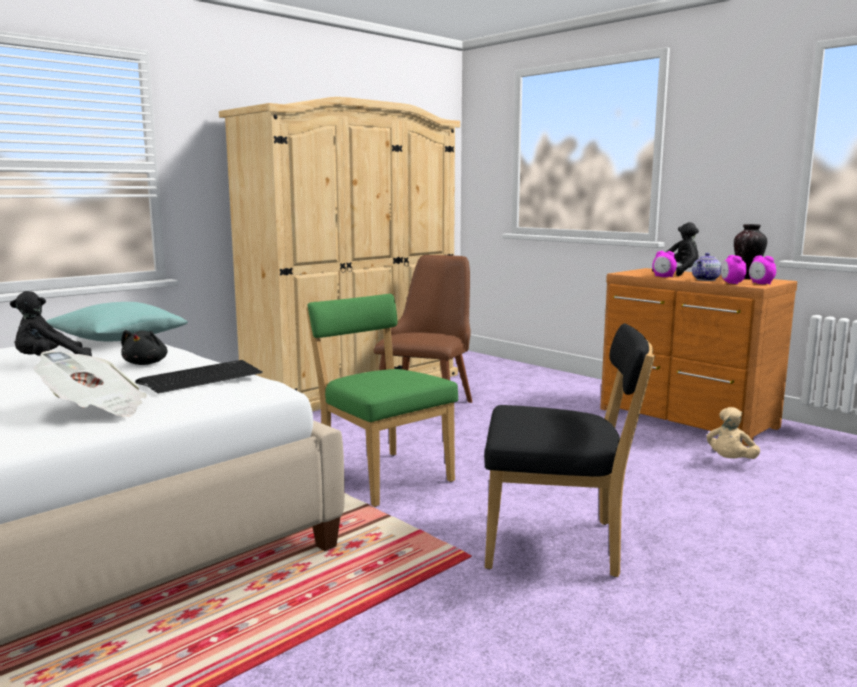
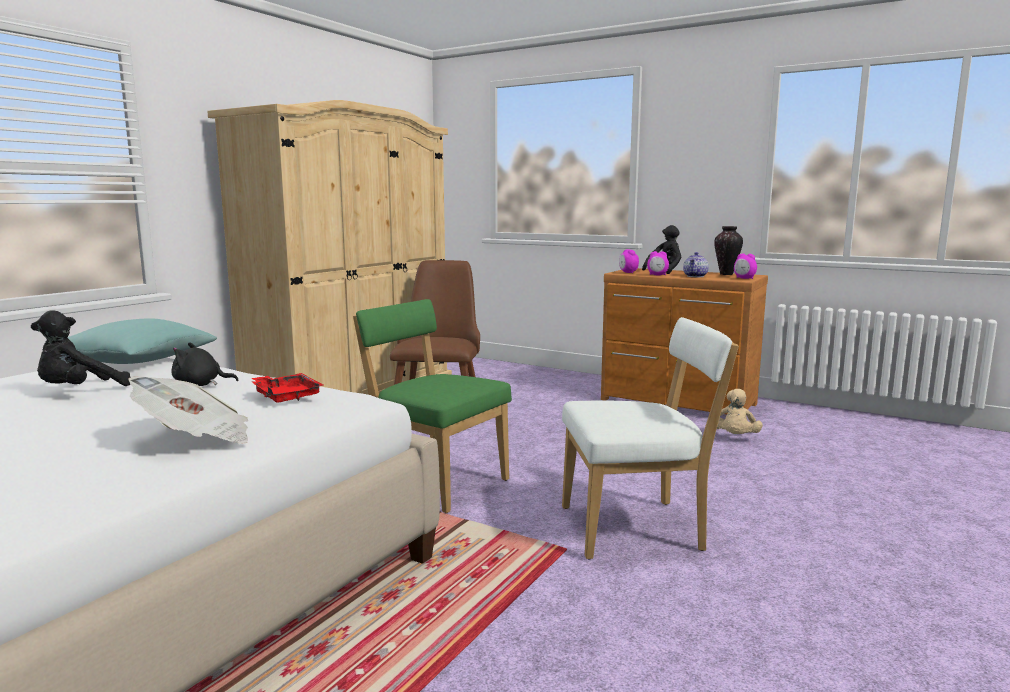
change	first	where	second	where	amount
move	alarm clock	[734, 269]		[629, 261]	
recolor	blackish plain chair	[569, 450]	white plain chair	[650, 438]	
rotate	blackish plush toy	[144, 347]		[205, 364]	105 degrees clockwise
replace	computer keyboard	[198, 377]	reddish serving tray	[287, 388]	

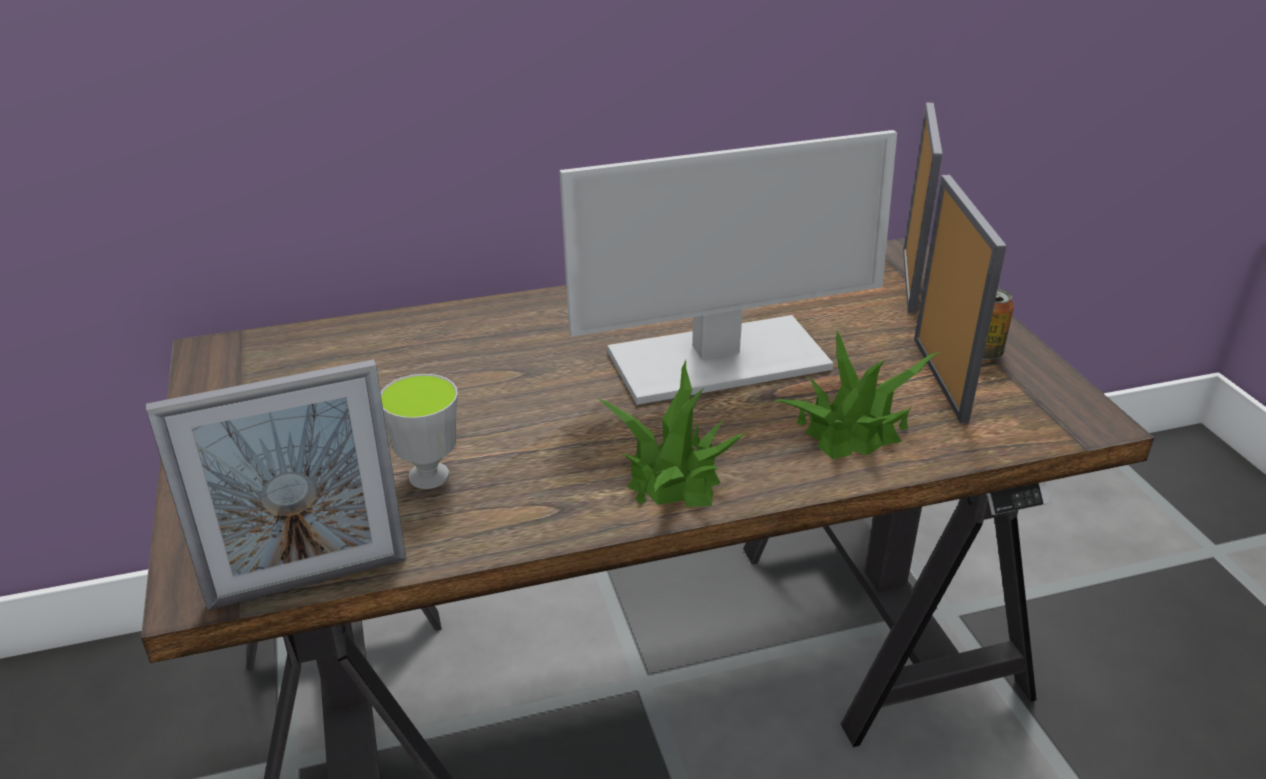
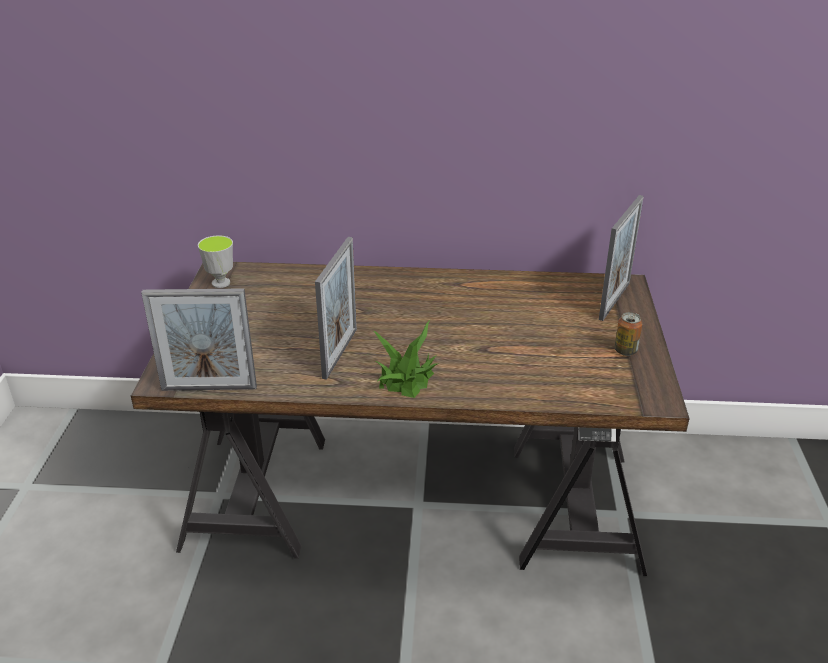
change	first	where	second	where	amount
delete	monitor	[728, 267]			
move	photo frame	[960, 299]		[336, 308]	
delete	houseplant	[856, 395]			
move	cup	[419, 431]		[215, 261]	

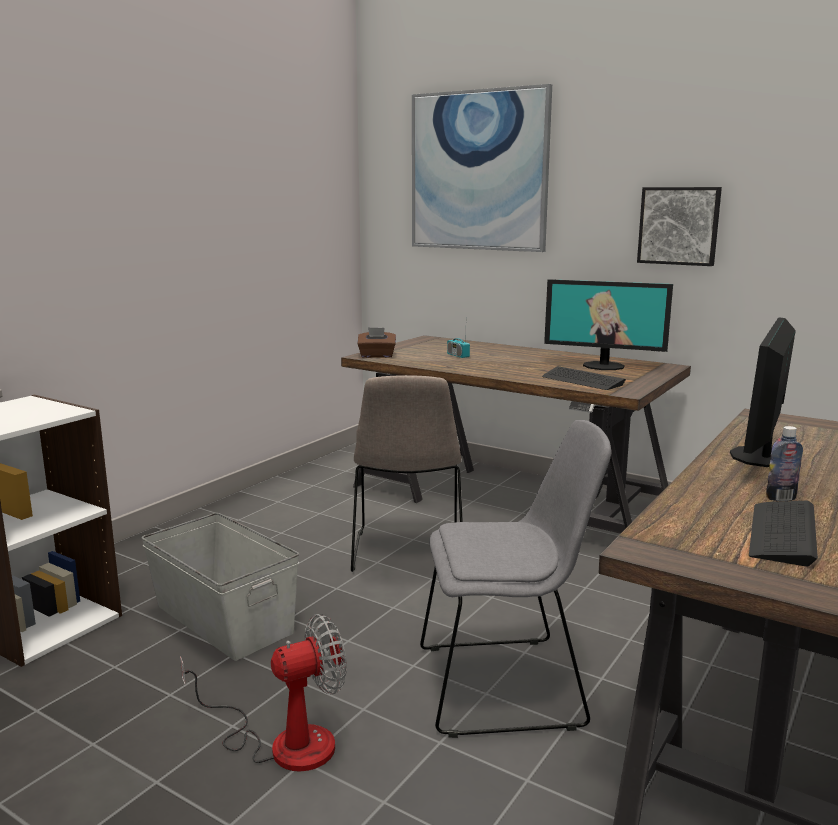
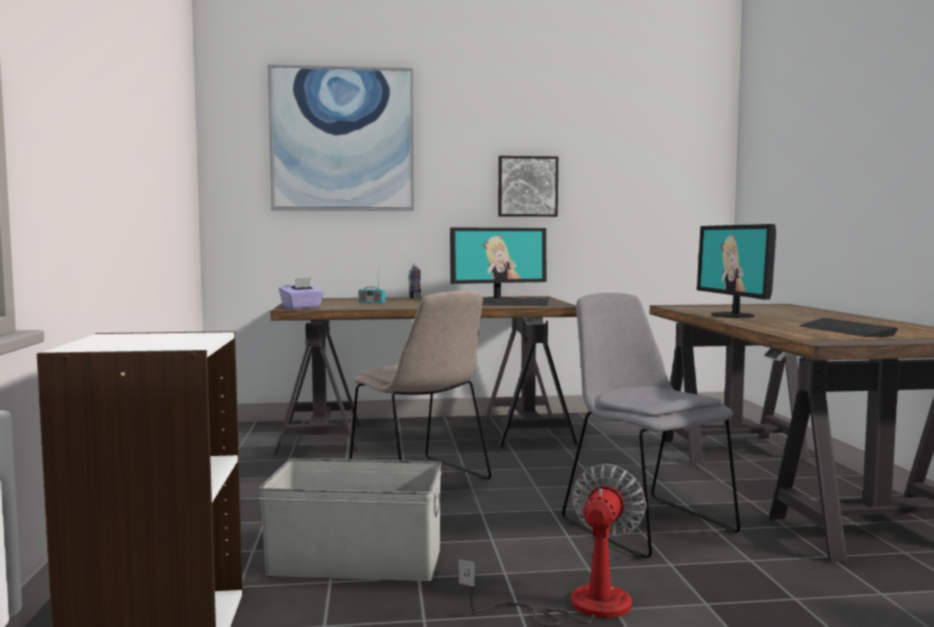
change	first	where	second	where	amount
recolor	brownish tissue holder	[376, 342]	purplish tissue holder	[301, 293]	
rotate	greyish plain chair	[515, 579]		[651, 426]	75 degrees counterclockwise
move	bottle	[784, 463]		[415, 280]	

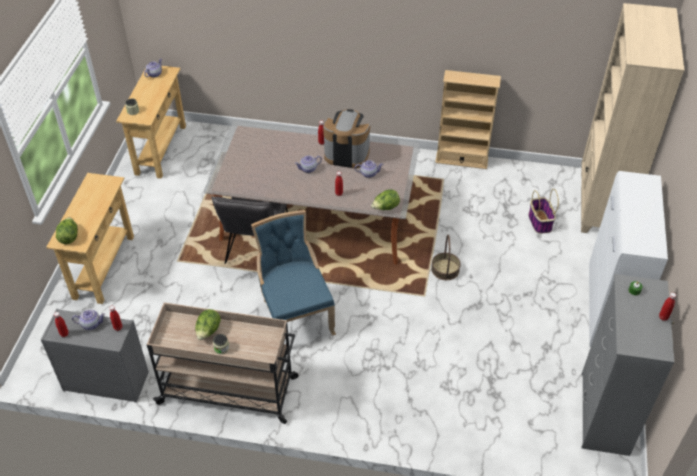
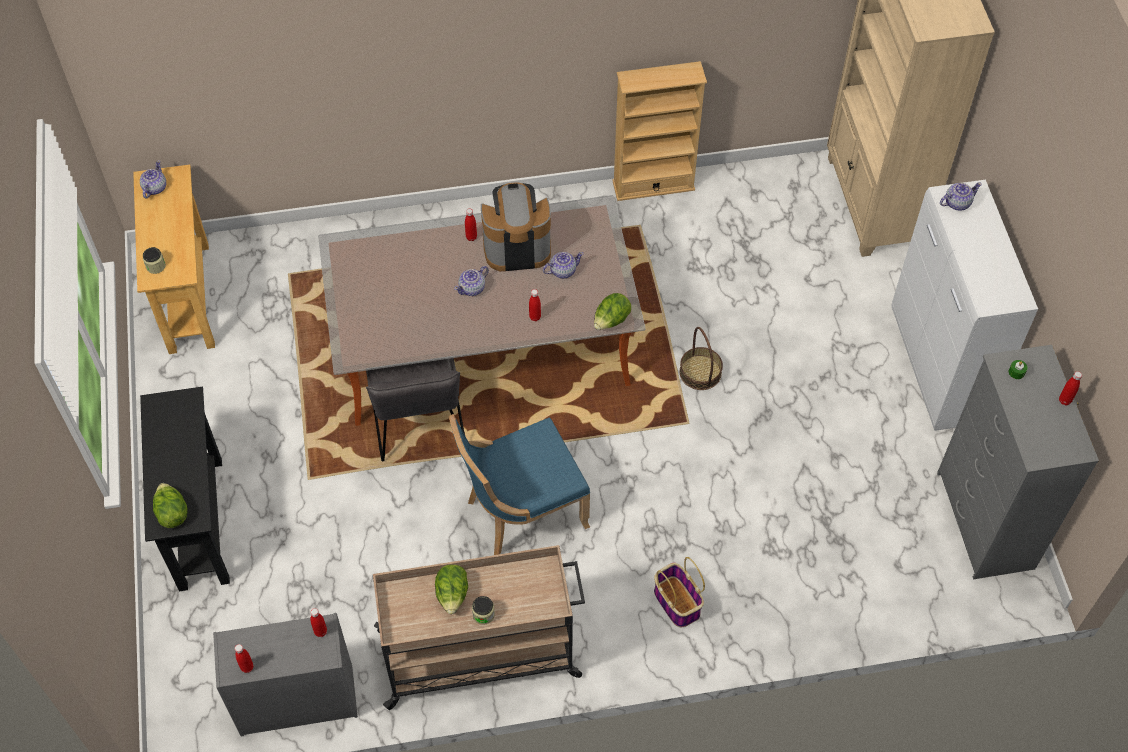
change	first	where	second	where	amount
recolor	sand-coloured narrow table	[90, 238]	blackish narrow table	[185, 489]	
move	basket	[543, 211]		[679, 592]	
rotate	blue plain chair	[293, 273]		[519, 484]	75 degrees counterclockwise
move	tea pot	[88, 320]		[961, 196]	

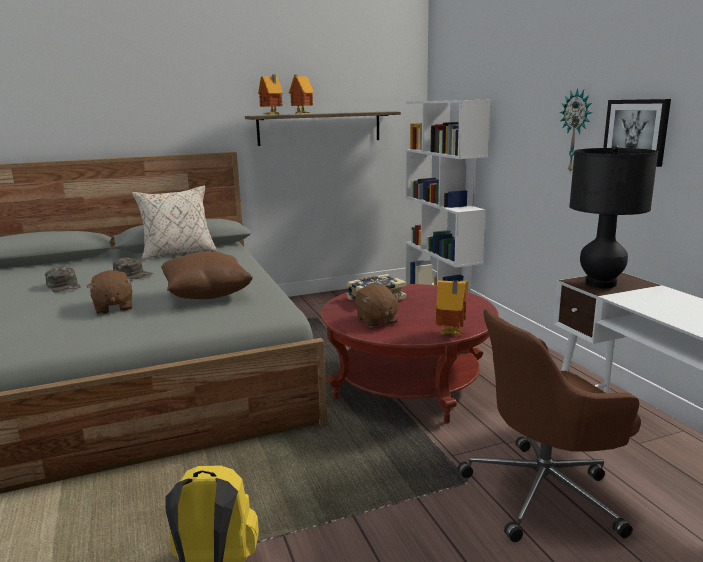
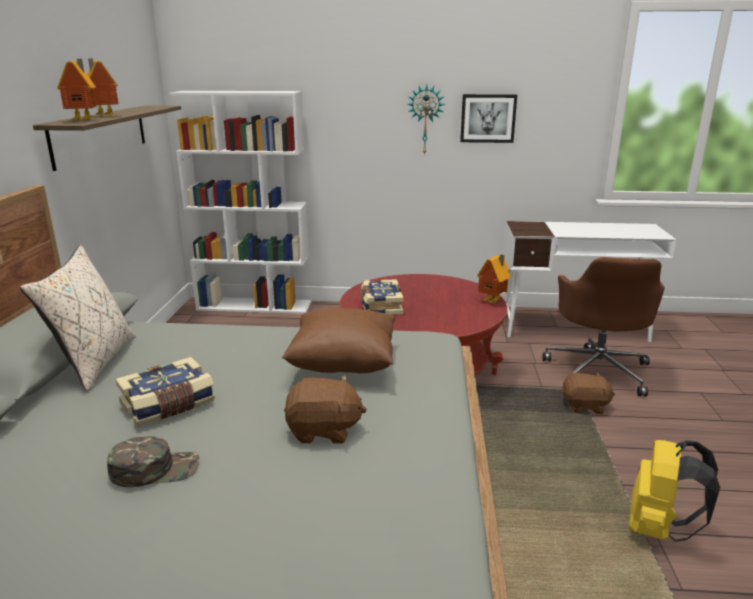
change	first	where	second	where	amount
delete	blackish table lamp	[613, 216]			
replace	green-coloured baseball cap	[133, 268]	volume	[165, 392]	
move	brownish plush toy	[378, 306]		[588, 393]	

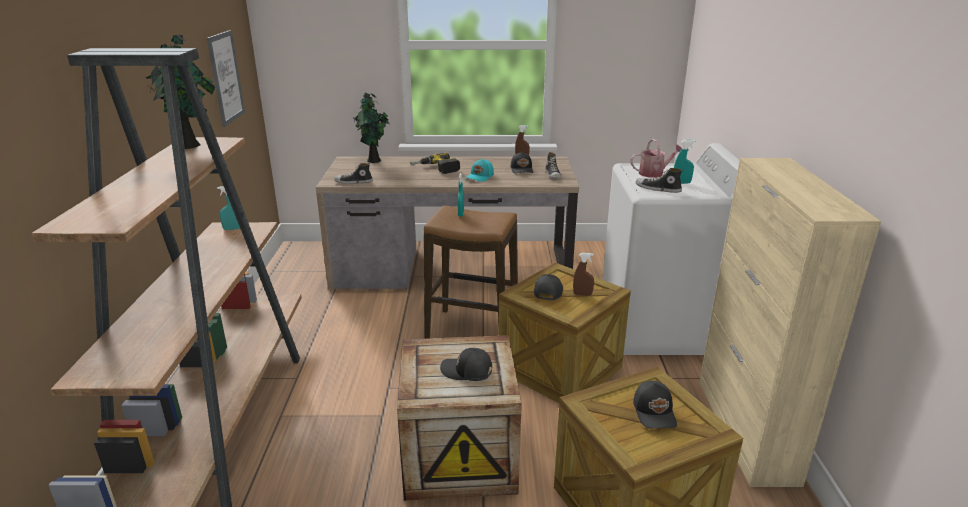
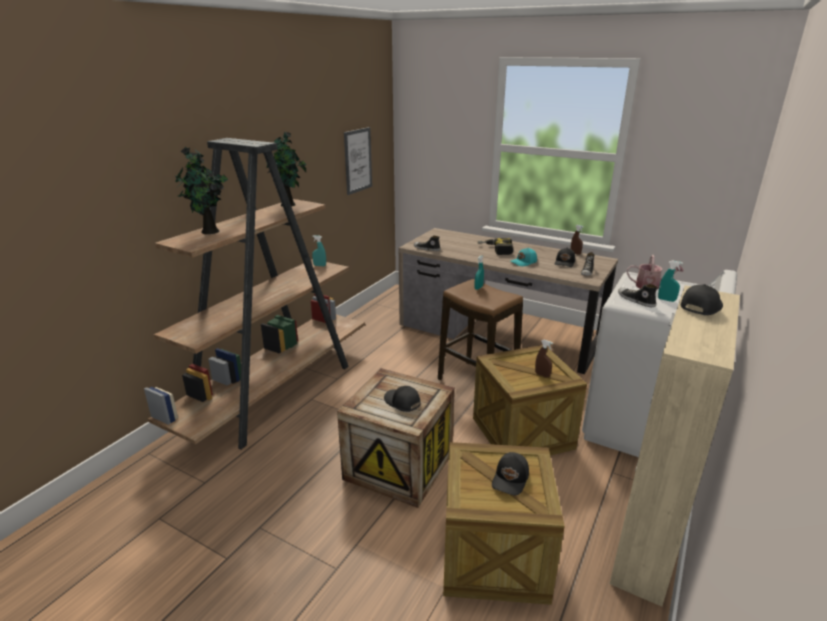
change	first	where	second	where	amount
move	houseplant	[371, 128]		[201, 190]	
move	blackish baseball cap	[548, 287]		[702, 299]	

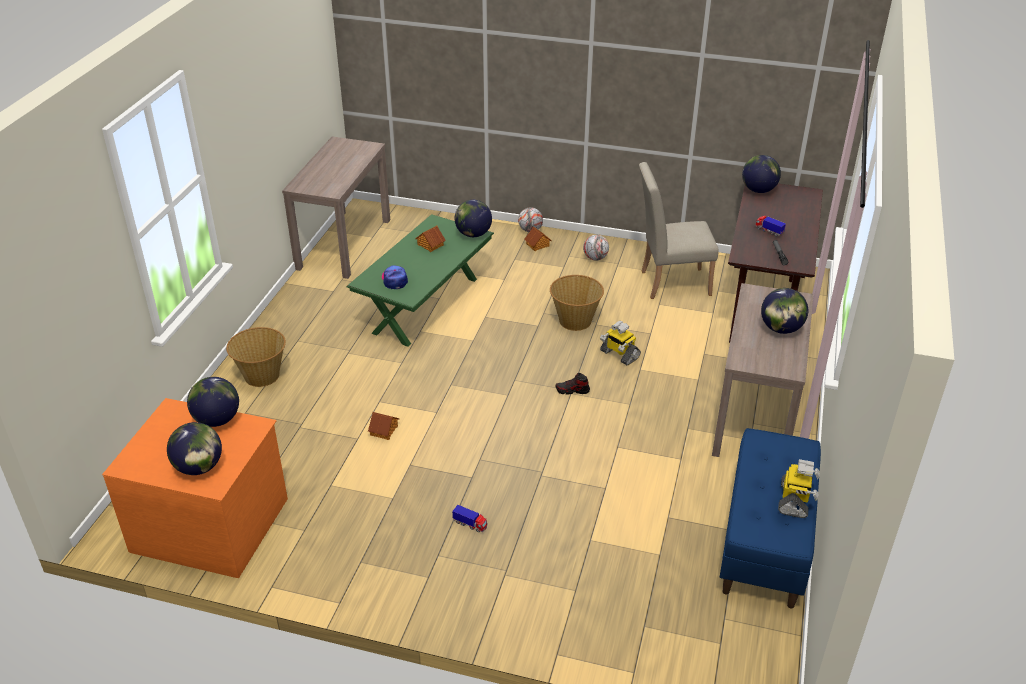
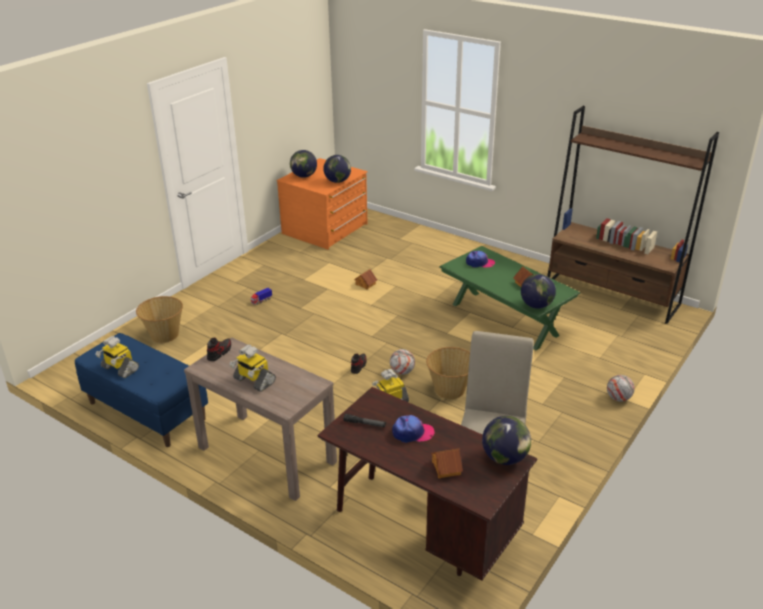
change	first	where	second	where	amount
replace	brownish narrow table	[336, 208]	brownish shelving unit	[633, 215]	
replace	toy truck	[770, 226]	baseball cap	[413, 429]	
move	toy house	[538, 239]		[447, 463]	
move	football	[596, 248]		[402, 362]	
replace	globe	[784, 311]	model robot	[252, 368]	
move	basket	[256, 357]		[159, 319]	
insert			item of footwear	[219, 349]	

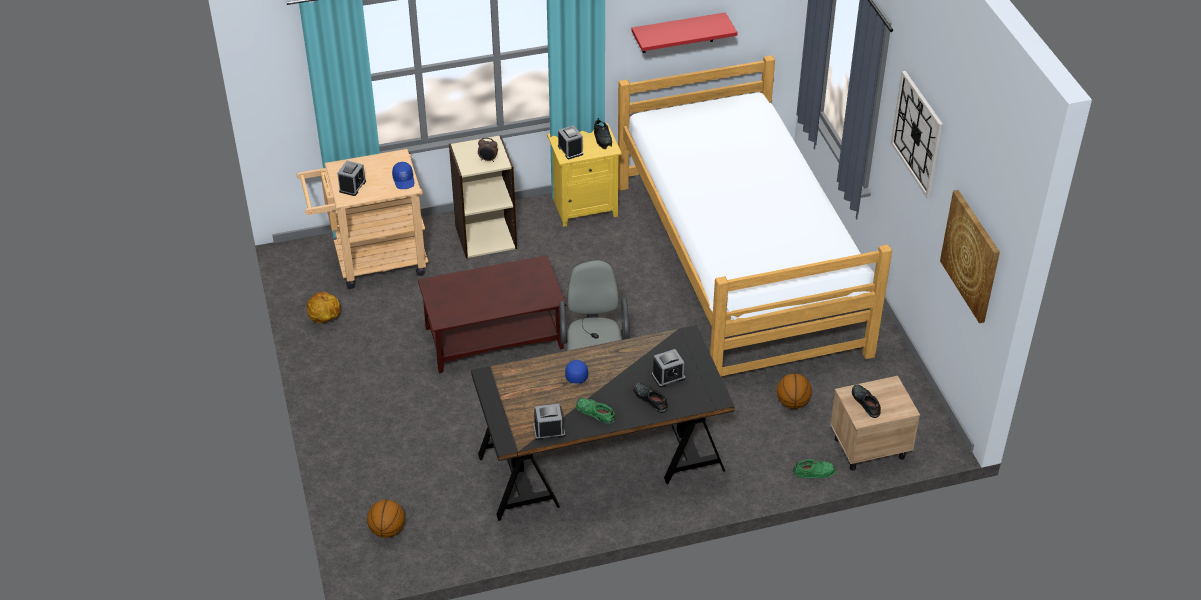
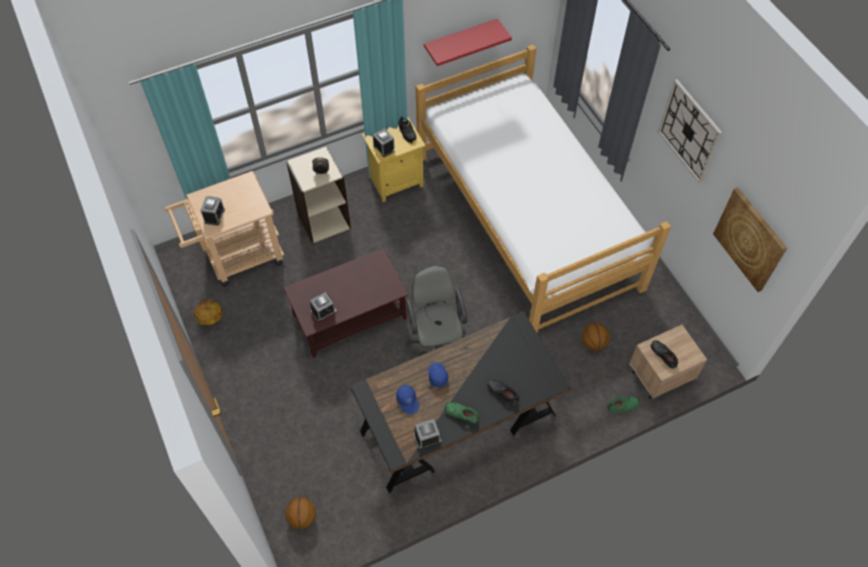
change	first	where	second	where	amount
move	blue baseball cap	[403, 175]		[407, 399]	
move	alarm clock	[668, 368]		[323, 307]	

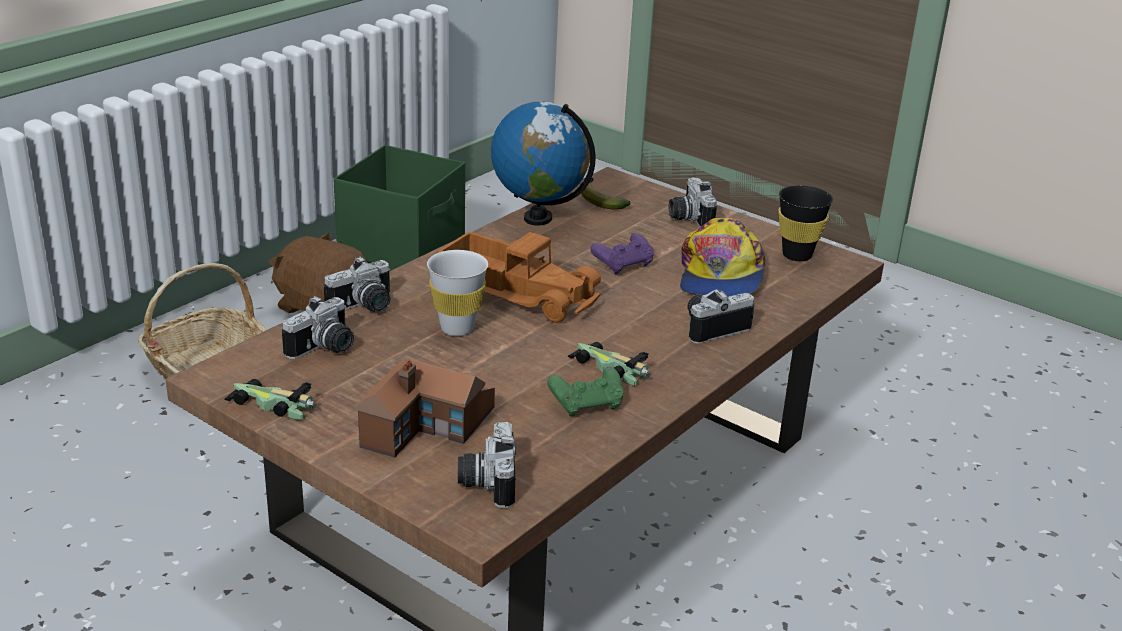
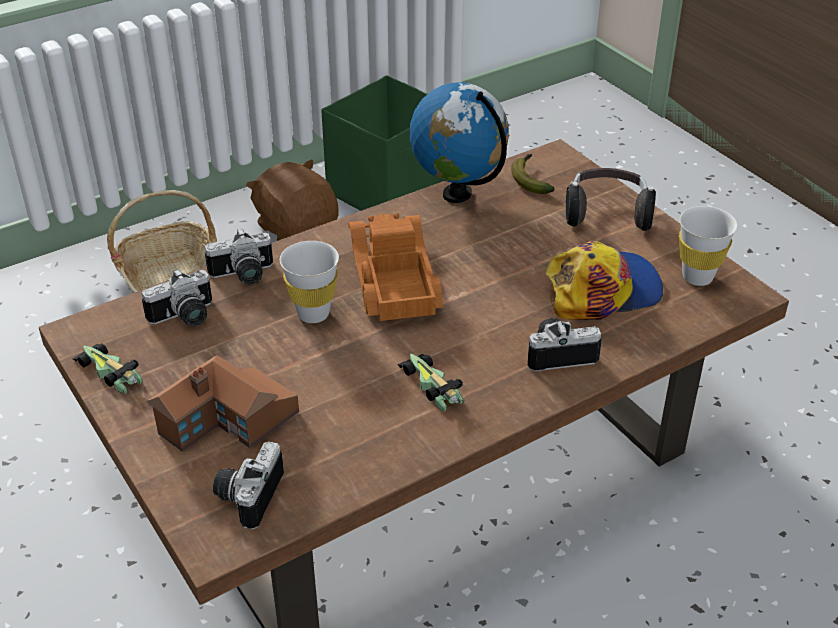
change	first	where	second	where	amount
replace	photo camera	[693, 202]	headset	[611, 199]	
recolor	blackish cup	[805, 223]	white cup	[708, 246]	
rotate	baseball cap	[723, 257]		[604, 280]	135 degrees counterclockwise
rotate	toy truck	[519, 277]		[395, 267]	150 degrees counterclockwise
delete	purplish gamepad	[622, 254]			
delete	green-coloured gamepad	[585, 392]			

